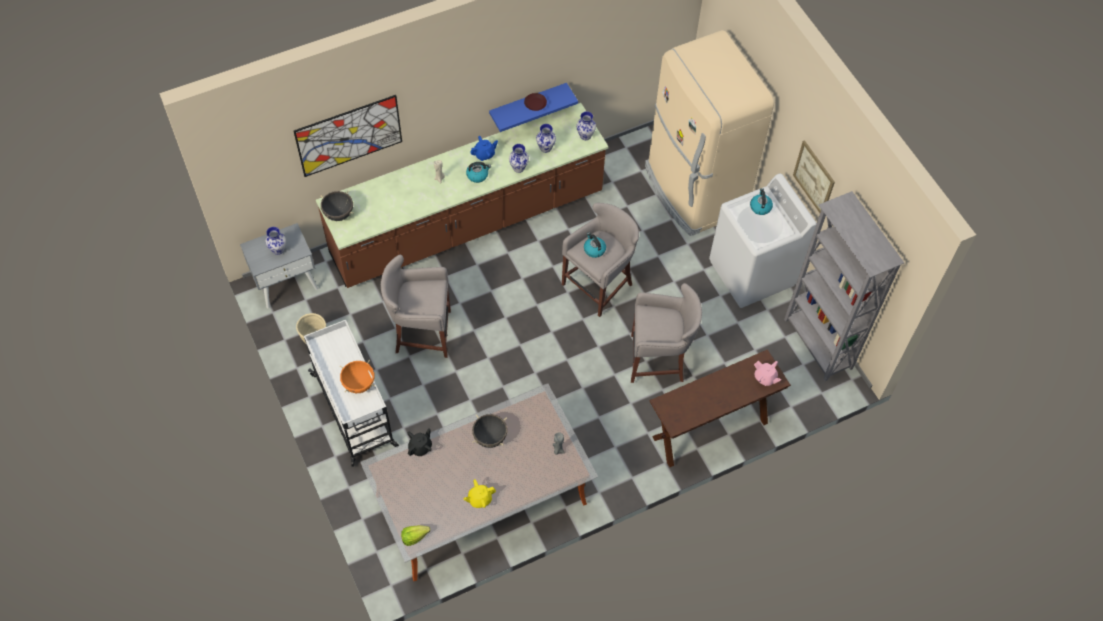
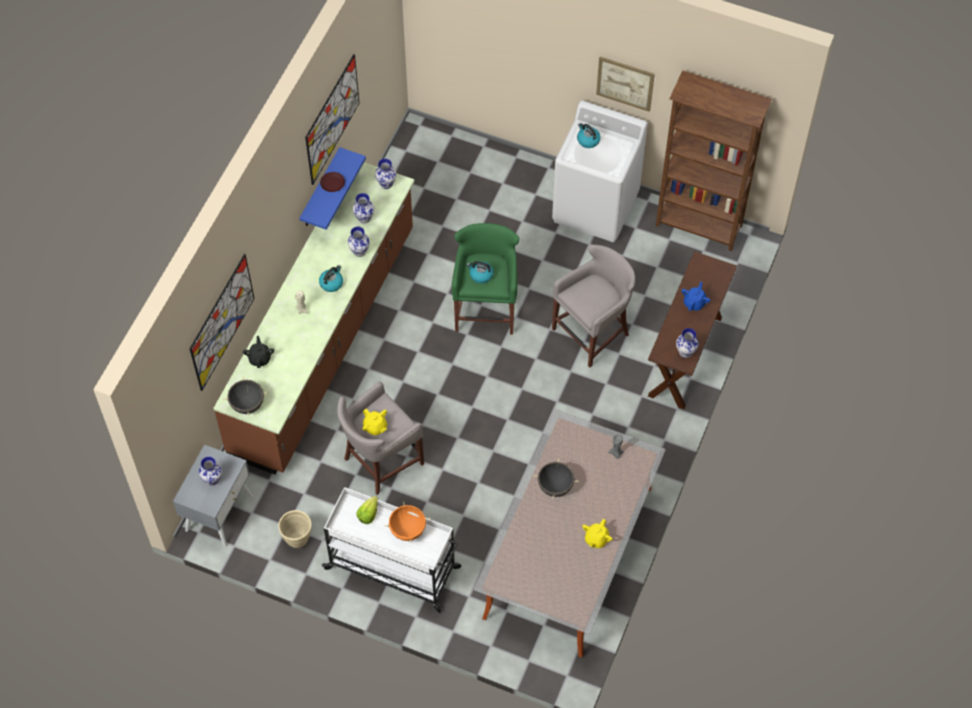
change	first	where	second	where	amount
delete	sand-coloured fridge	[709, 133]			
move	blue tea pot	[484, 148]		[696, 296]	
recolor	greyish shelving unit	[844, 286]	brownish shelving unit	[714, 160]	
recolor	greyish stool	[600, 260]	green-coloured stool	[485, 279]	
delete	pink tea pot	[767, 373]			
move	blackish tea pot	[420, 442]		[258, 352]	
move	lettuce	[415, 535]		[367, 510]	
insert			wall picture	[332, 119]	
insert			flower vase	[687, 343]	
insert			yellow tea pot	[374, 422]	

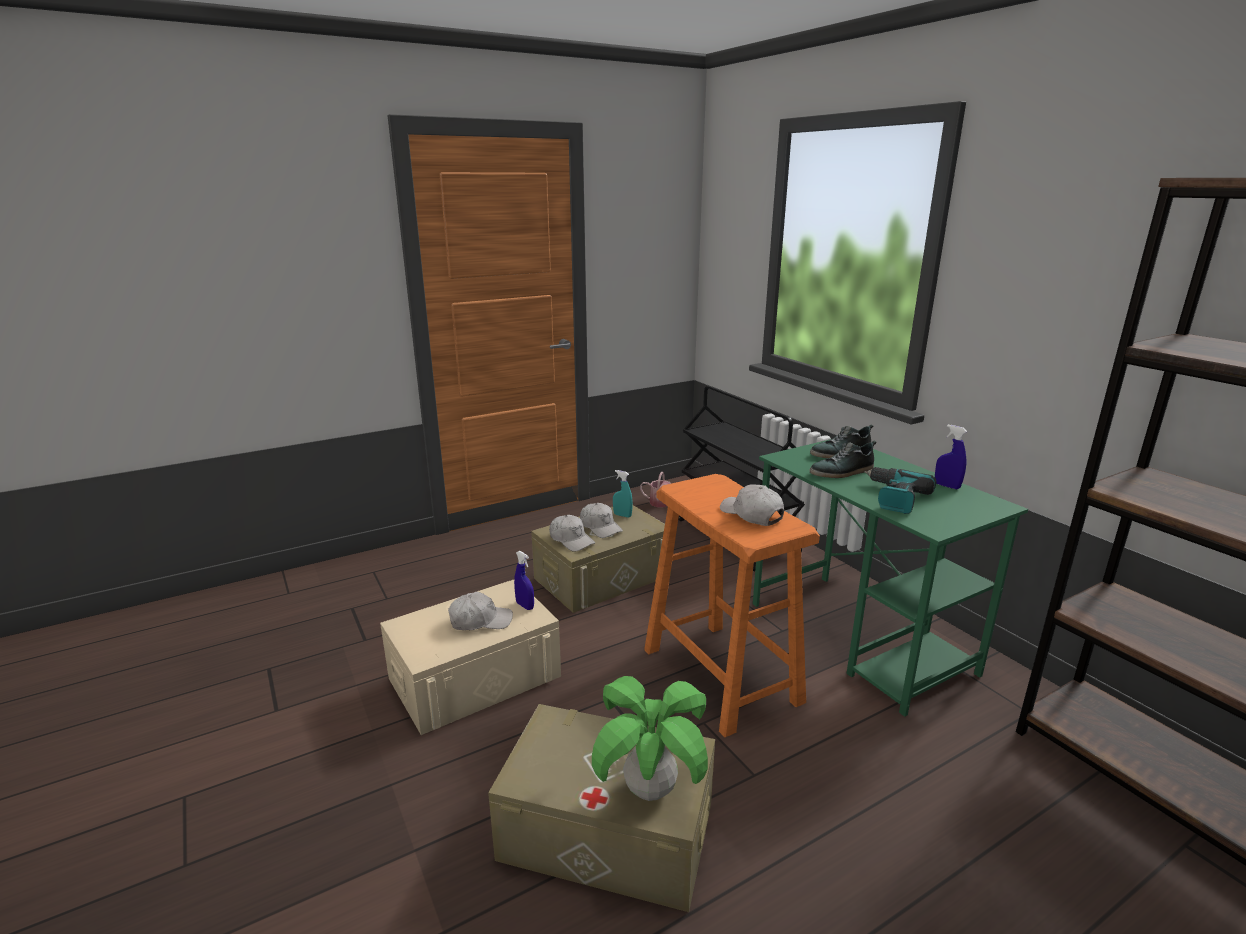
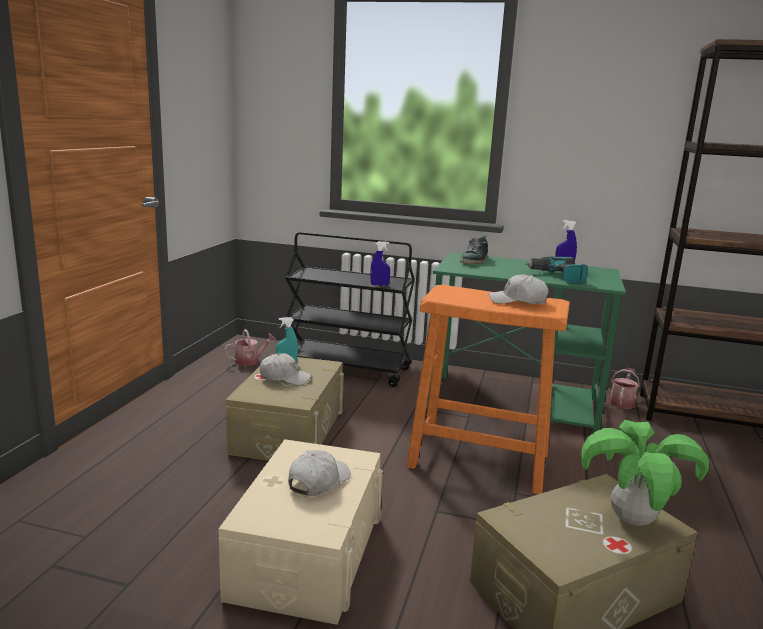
change	first	where	second	where	amount
delete	item of footwear	[843, 459]			
delete	white baseball cap	[572, 533]			
move	blue spray bottle	[524, 580]		[380, 263]	
insert			watering can	[624, 388]	

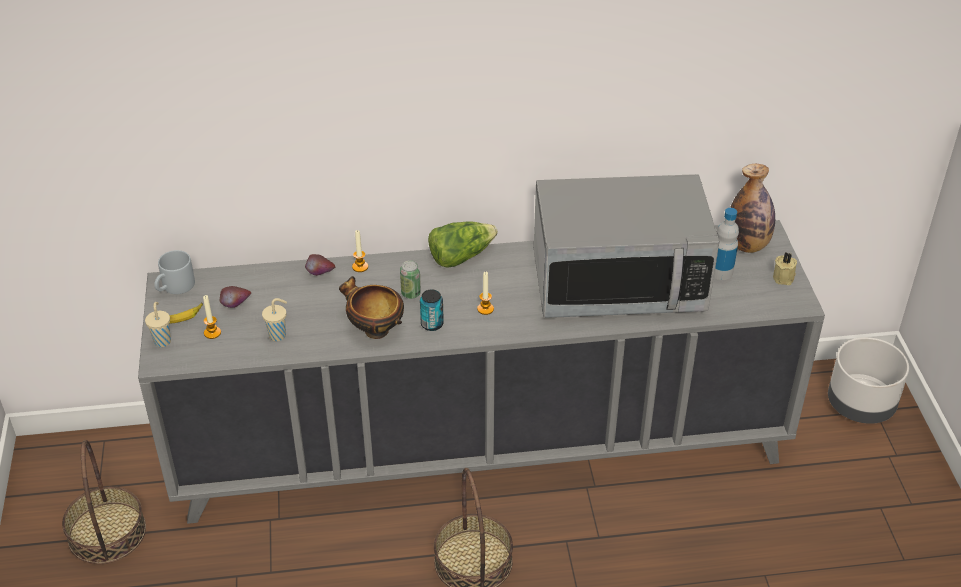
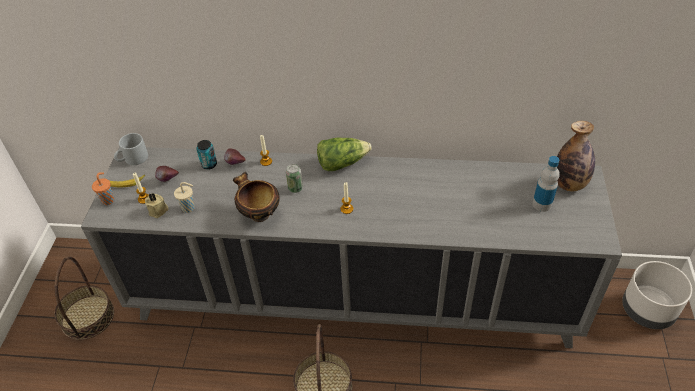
change	first	where	second	where	amount
delete	microwave oven	[627, 246]			
move	sand-coloured candle	[785, 268]		[157, 205]	
move	metal can	[432, 310]		[206, 155]	
recolor	sand-coloured cup	[158, 324]	orangey cup	[103, 188]	

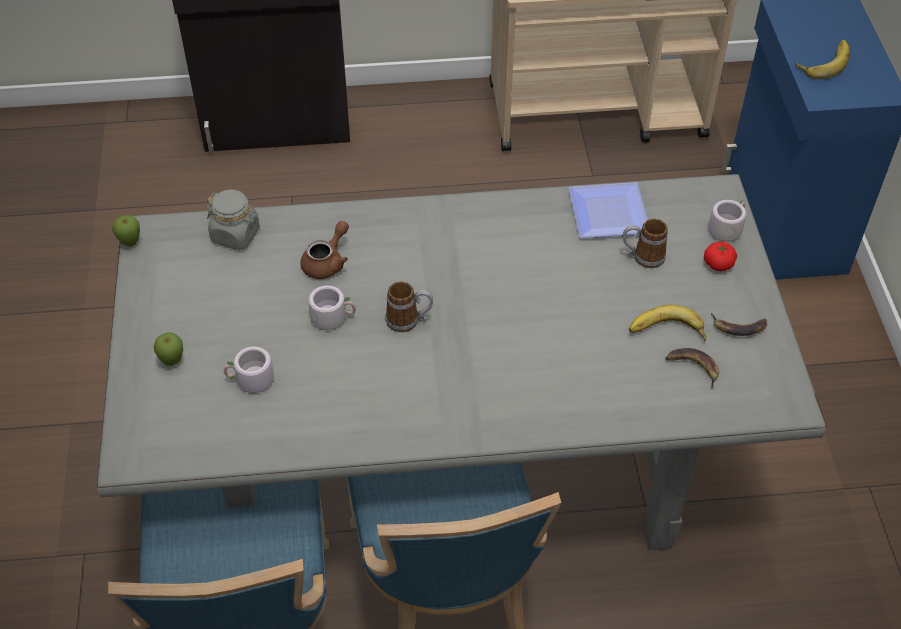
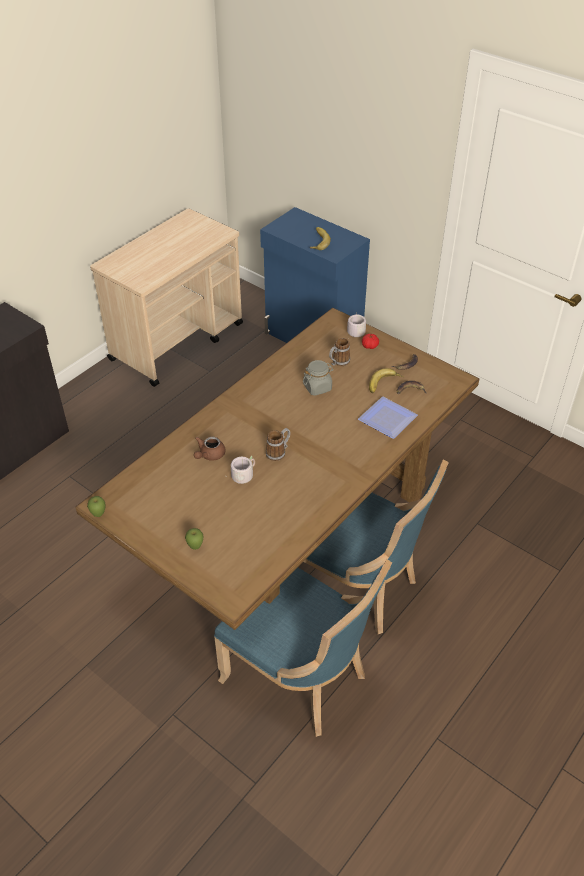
change	first	where	second	where	amount
recolor	greyish dining table	[462, 362]	brownish dining table	[277, 469]	
move	flat dish	[608, 210]		[388, 417]	
move	greyish preserve jar	[233, 219]		[318, 378]	
rotate	brownish tea pot	[325, 250]		[209, 449]	135 degrees counterclockwise
delete	greyish coffee mug	[249, 370]			

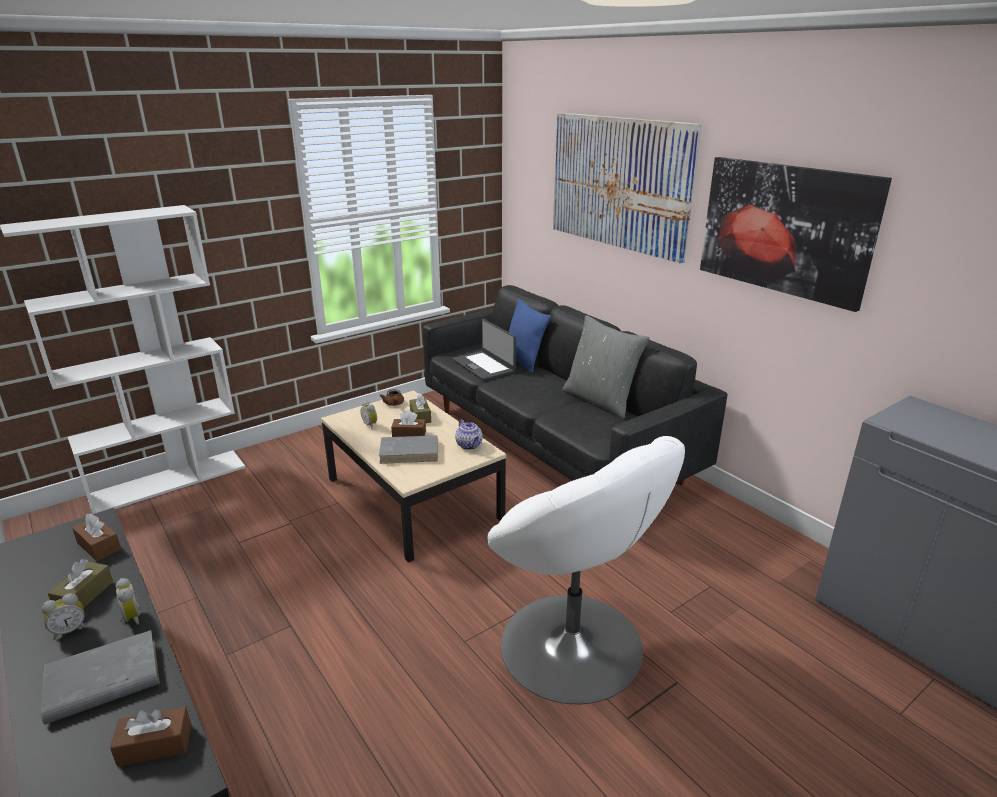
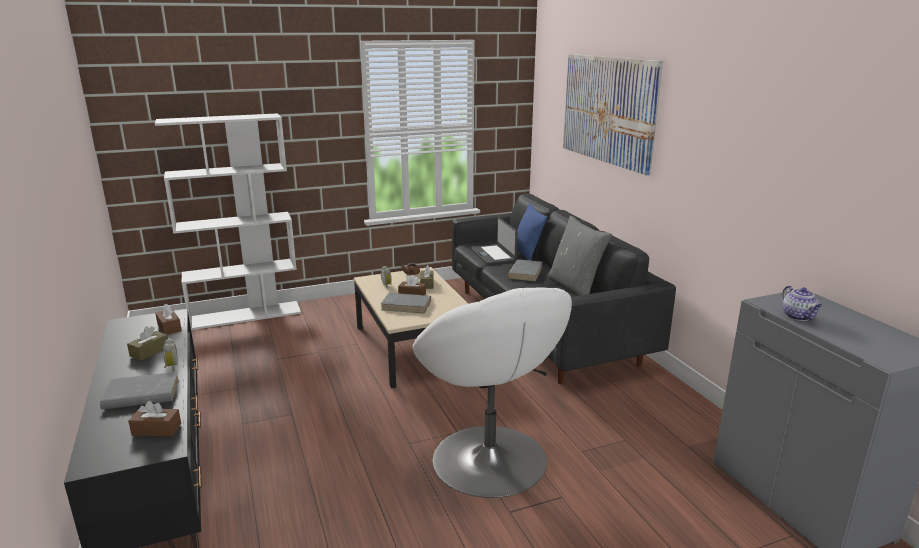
change	first	where	second	where	amount
delete	wall picture	[796, 234]			
move	tea pot	[469, 434]		[802, 303]	
delete	alarm clock	[64, 616]			
insert			greyish volume	[524, 270]	

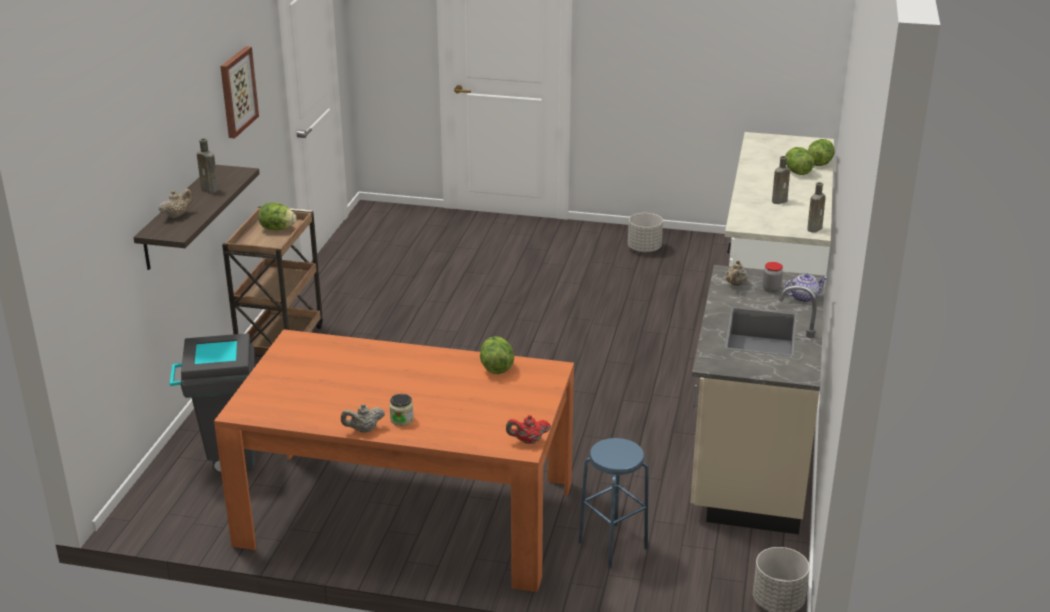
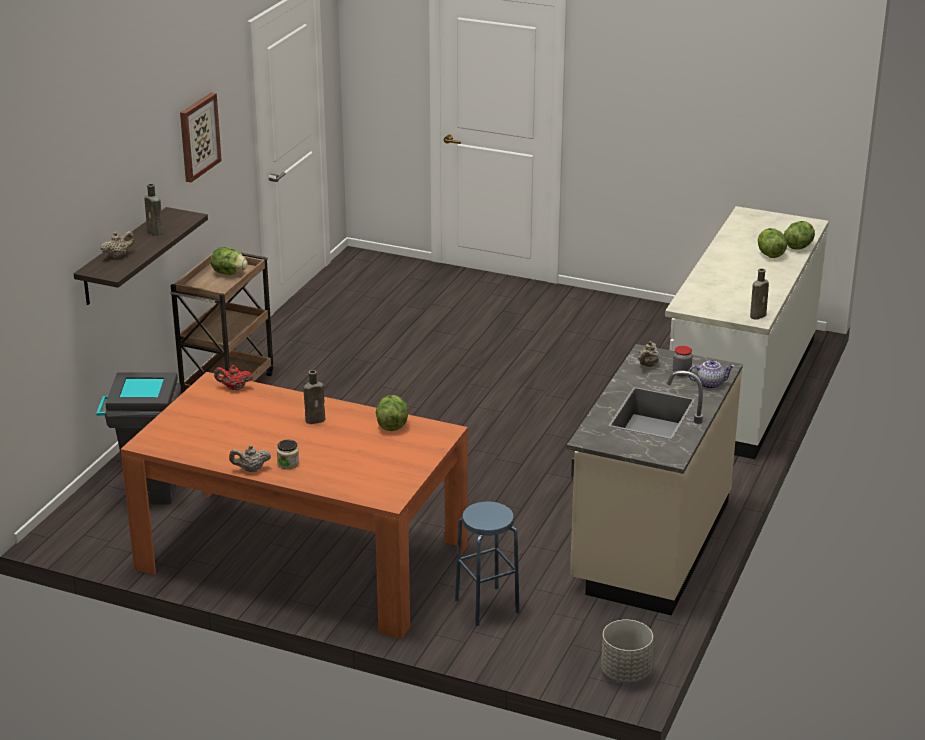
change	first	where	second	where	amount
move	brownish bottle	[781, 180]		[314, 397]	
delete	greyish flower pot	[645, 232]			
move	reddish tea pot	[528, 429]		[233, 377]	

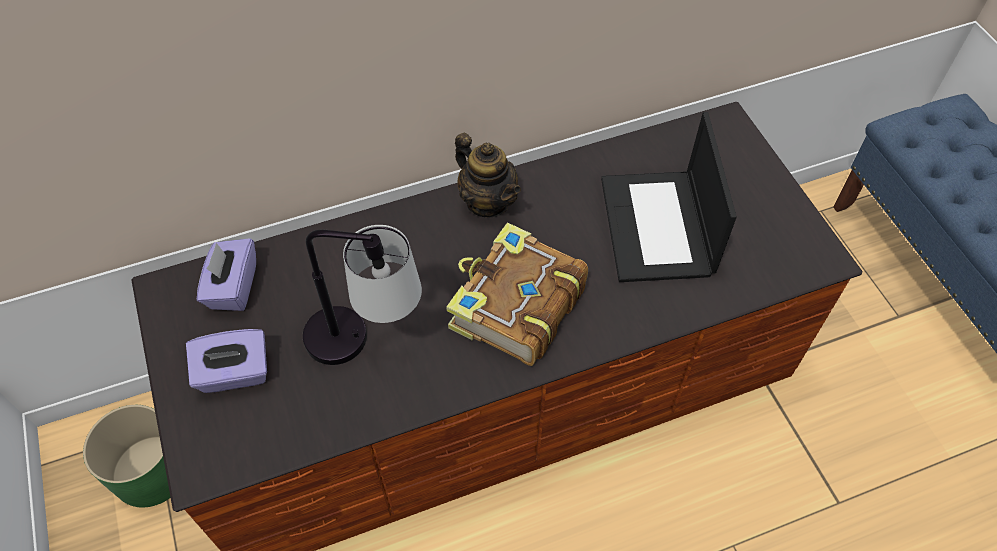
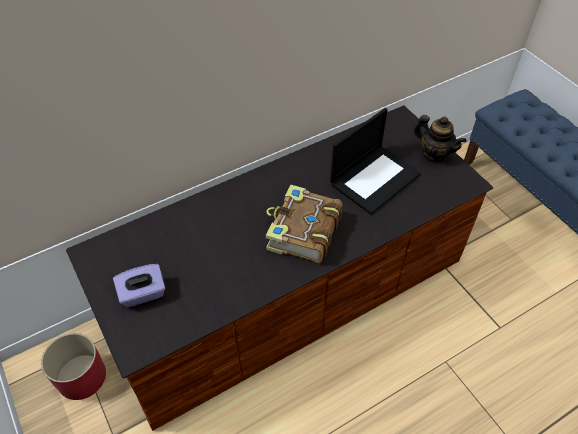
change	first	where	second	where	amount
rotate	laptop	[669, 197]		[375, 161]	120 degrees counterclockwise
move	tea pot	[488, 175]		[440, 138]	
delete	table lamp	[362, 295]			
delete	purplish tissue holder	[226, 274]			
recolor	green-coloured flower pot	[127, 456]	reddish flower pot	[73, 366]	

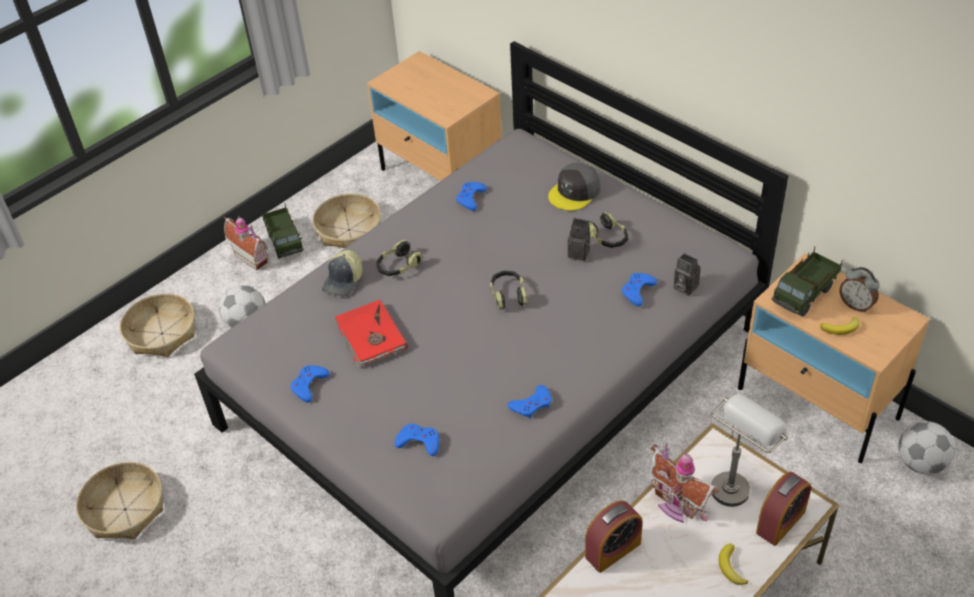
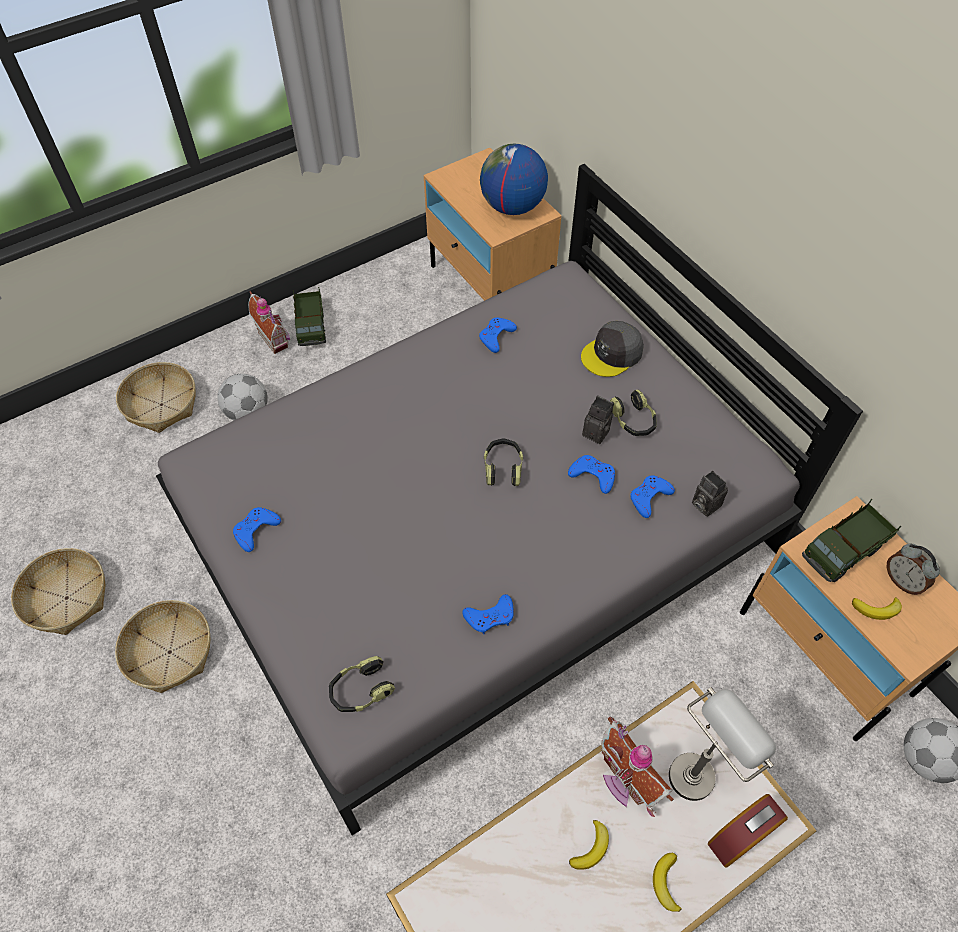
change	first	where	second	where	amount
move	basket	[346, 220]		[163, 646]	
move	headset	[399, 258]		[362, 684]	
delete	baseball cap	[342, 273]			
delete	reddish volume	[371, 333]			
move	blue gamepad	[417, 440]		[591, 474]	
delete	alarm clock	[614, 537]			
insert			globe	[514, 179]	
insert			whole banana	[589, 845]	

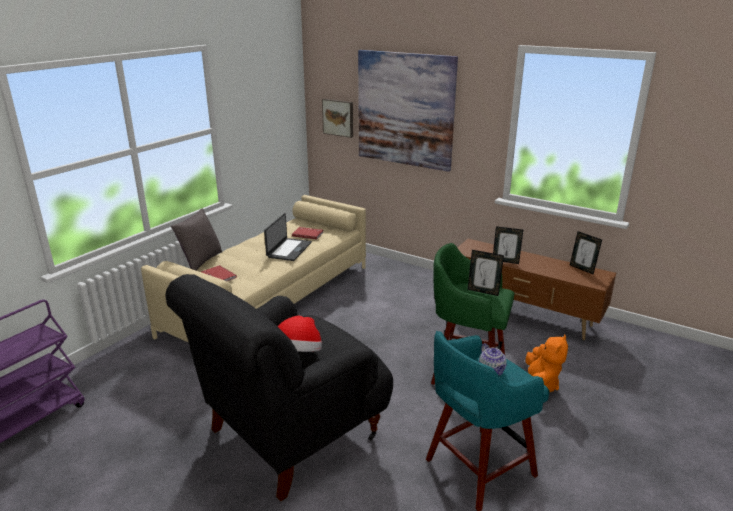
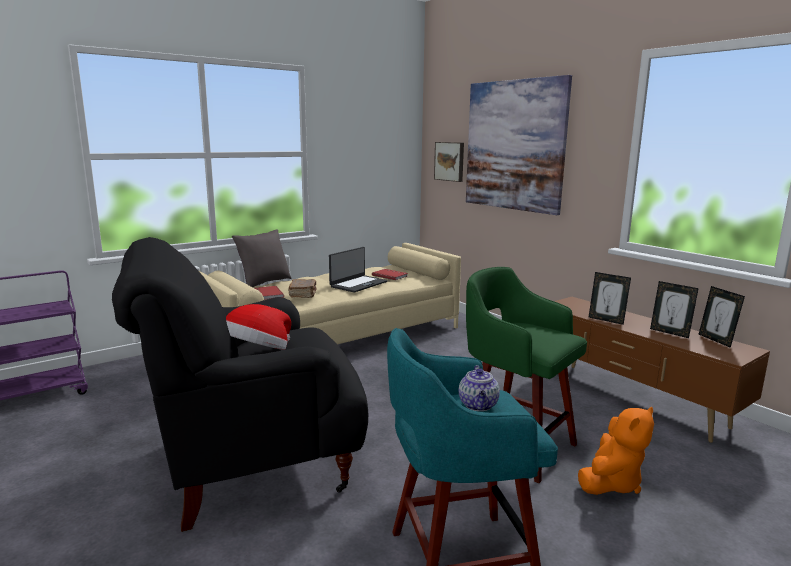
change	first	where	second	where	amount
move	photo frame	[485, 273]		[674, 309]	
insert			brownish volume	[302, 288]	

